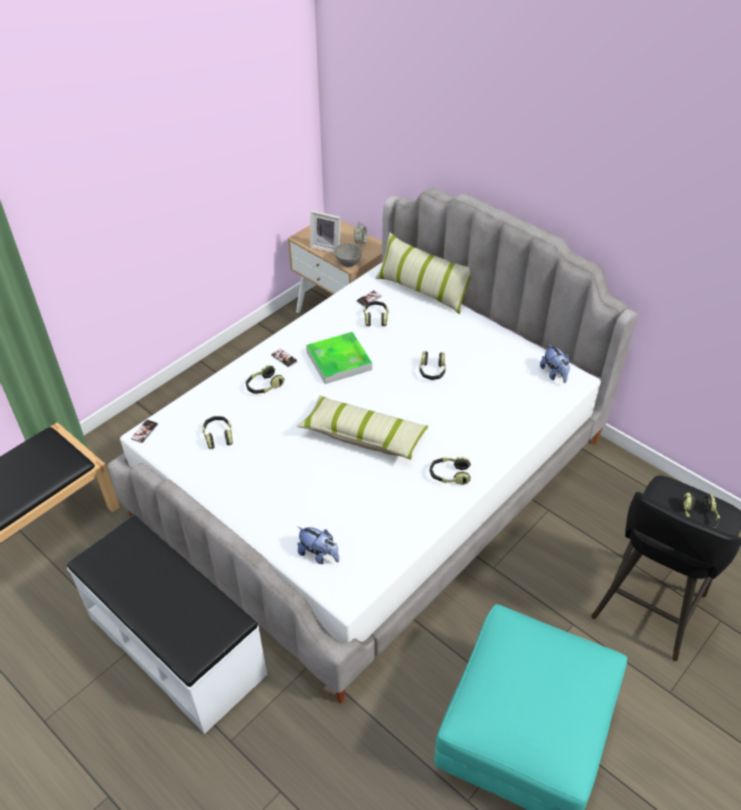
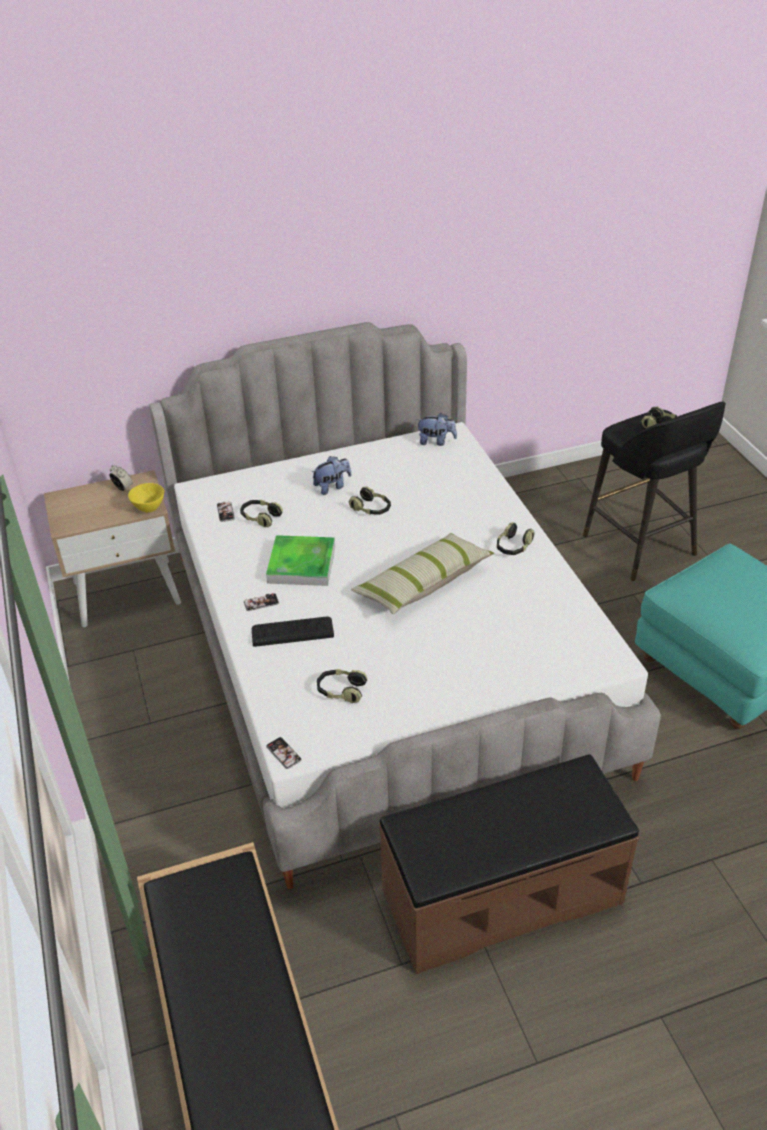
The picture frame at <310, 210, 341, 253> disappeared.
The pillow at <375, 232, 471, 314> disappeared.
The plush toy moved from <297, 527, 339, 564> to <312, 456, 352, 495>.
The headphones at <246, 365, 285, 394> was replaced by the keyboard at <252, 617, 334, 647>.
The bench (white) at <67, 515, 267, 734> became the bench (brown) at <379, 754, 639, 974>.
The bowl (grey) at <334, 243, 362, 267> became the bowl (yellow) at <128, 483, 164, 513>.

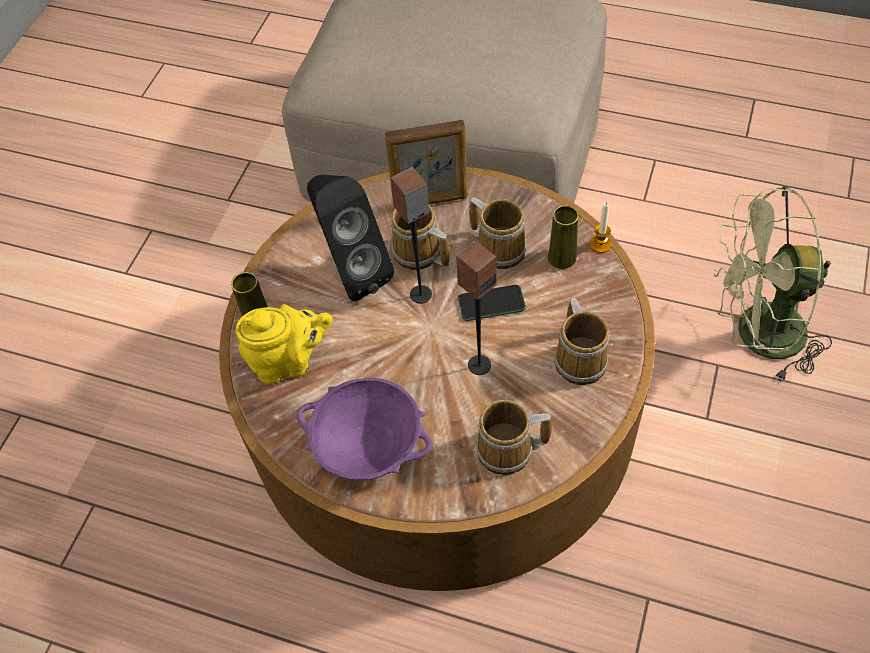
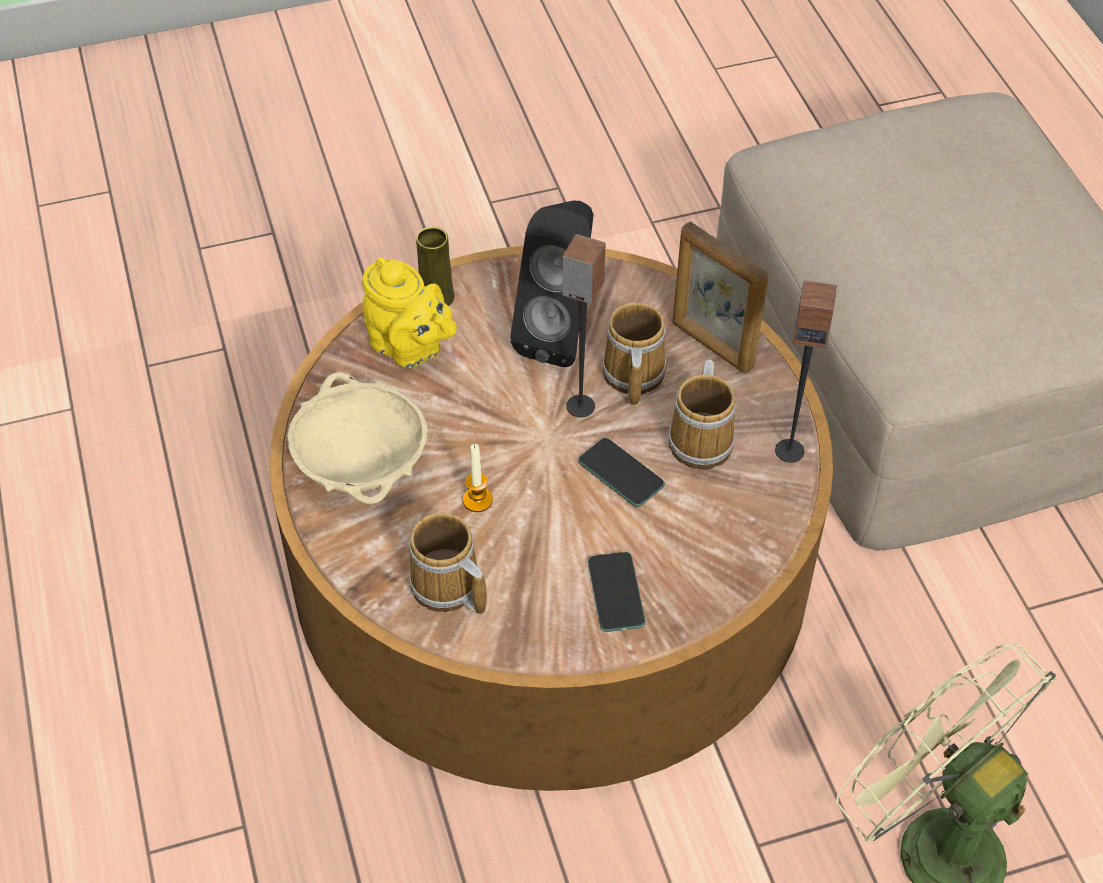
The vase (yellow) at <548, 205, 579, 269> disappeared.
The speaker moved from <456, 240, 497, 375> to <775, 280, 837, 463>.
The candle moved from <590, 202, 612, 253> to <463, 444, 493, 512>.
The mug at <555, 298, 610, 385> was replaced by the phone at <588, 552, 646, 632>.
The bowl (purple) at <296, 377, 433, 480> became the bowl (beige) at <287, 372, 427, 504>.

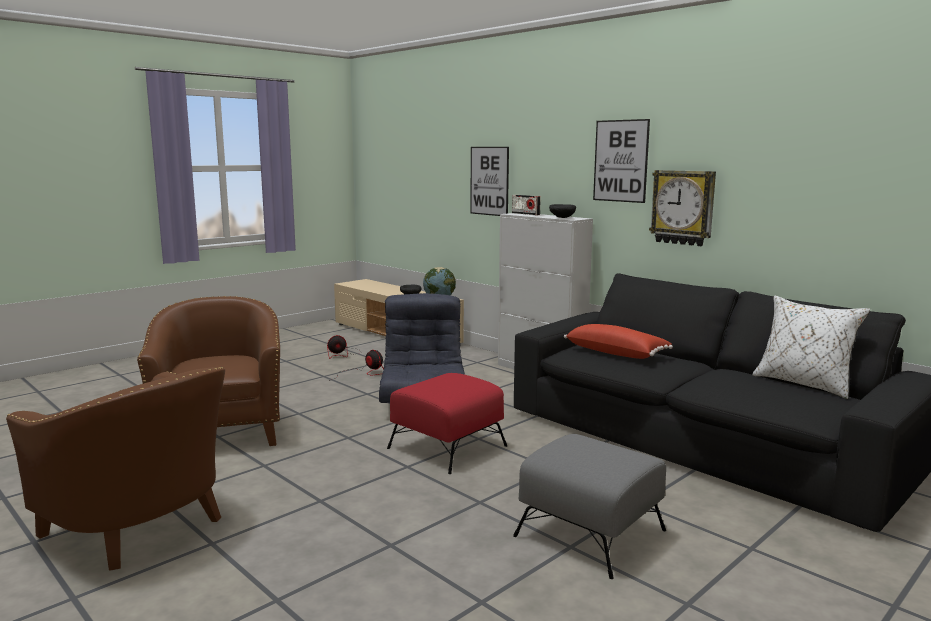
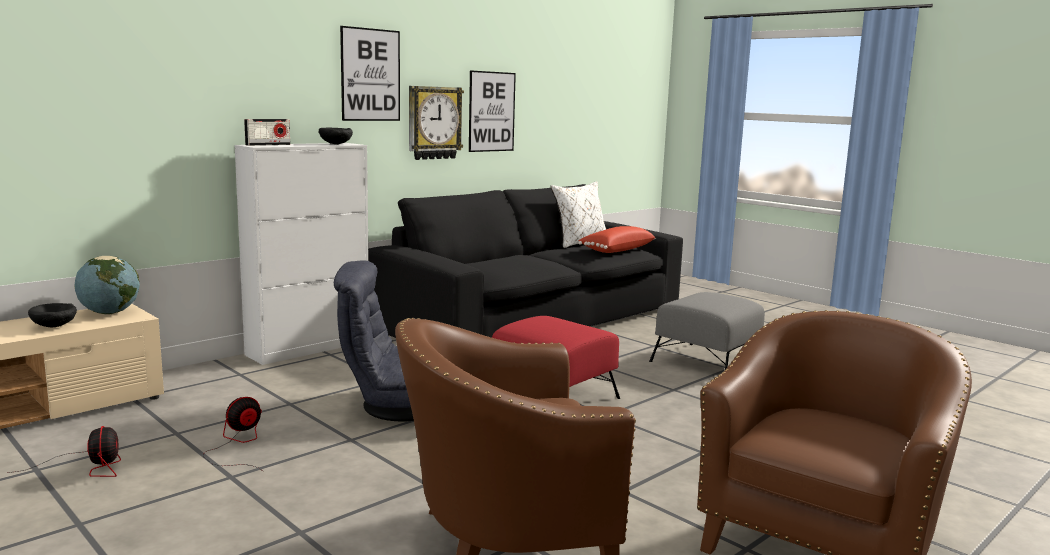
The picture moved from <470, 147, 509, 216> to <469, 70, 516, 152>.
The pillow (red) moved from <564, 324, 673, 359> to <578, 226, 656, 253>.

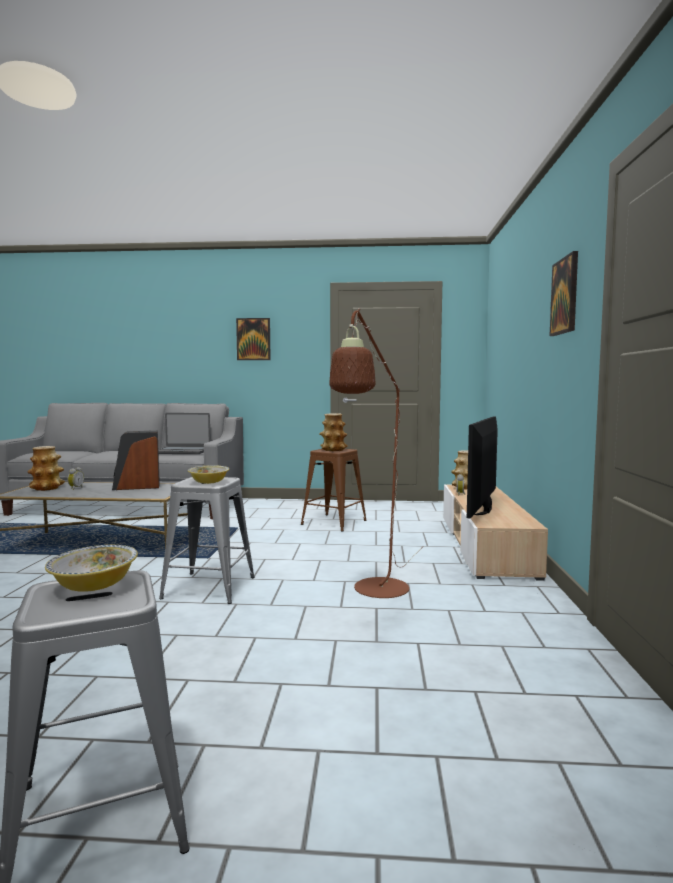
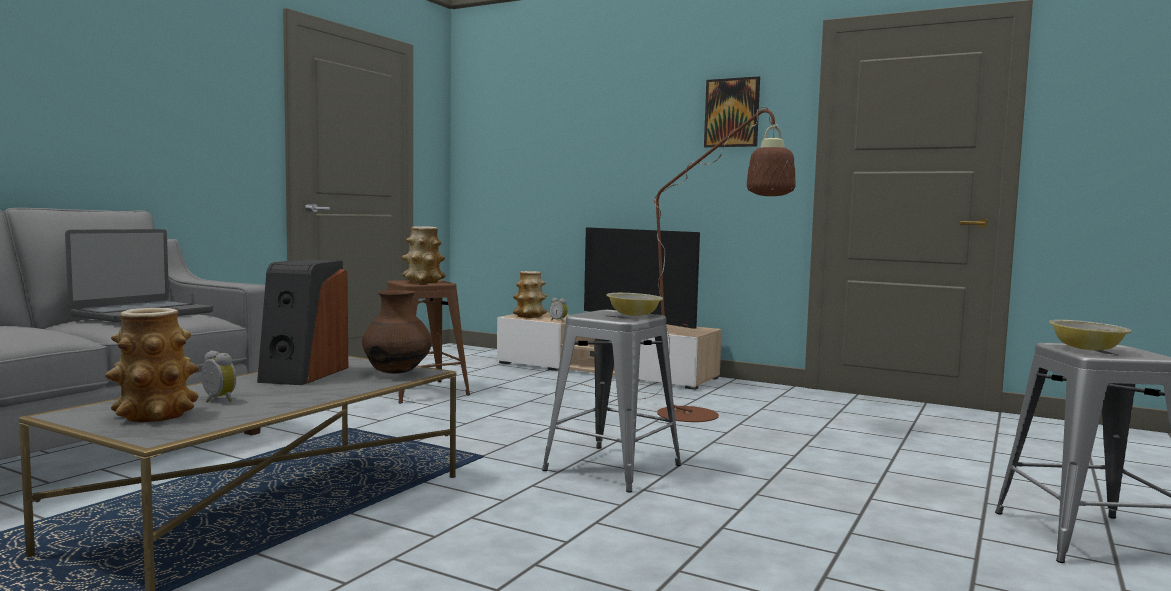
The picture at <236, 318, 271, 360> disappeared.
The vase (brown) at <362, 290, 432, 374> appeared.

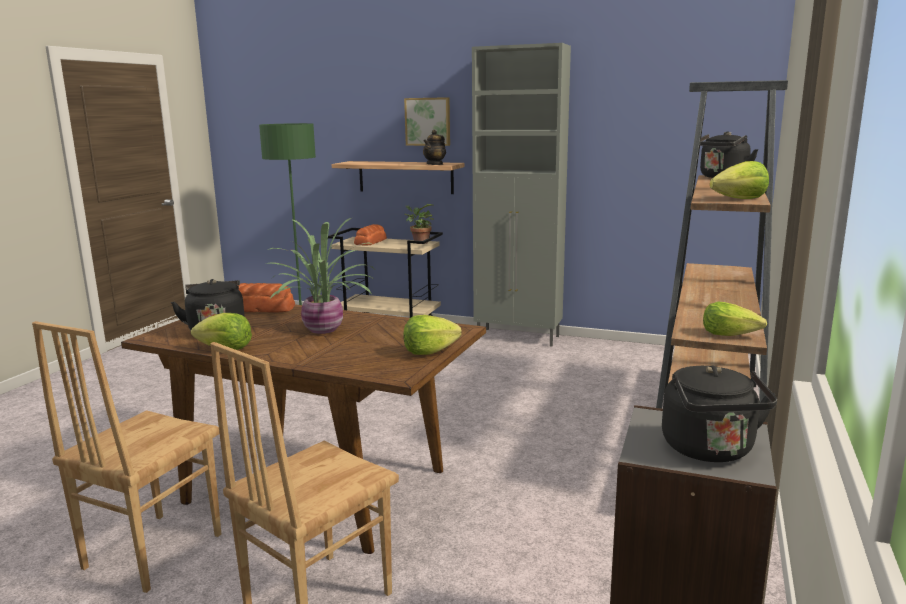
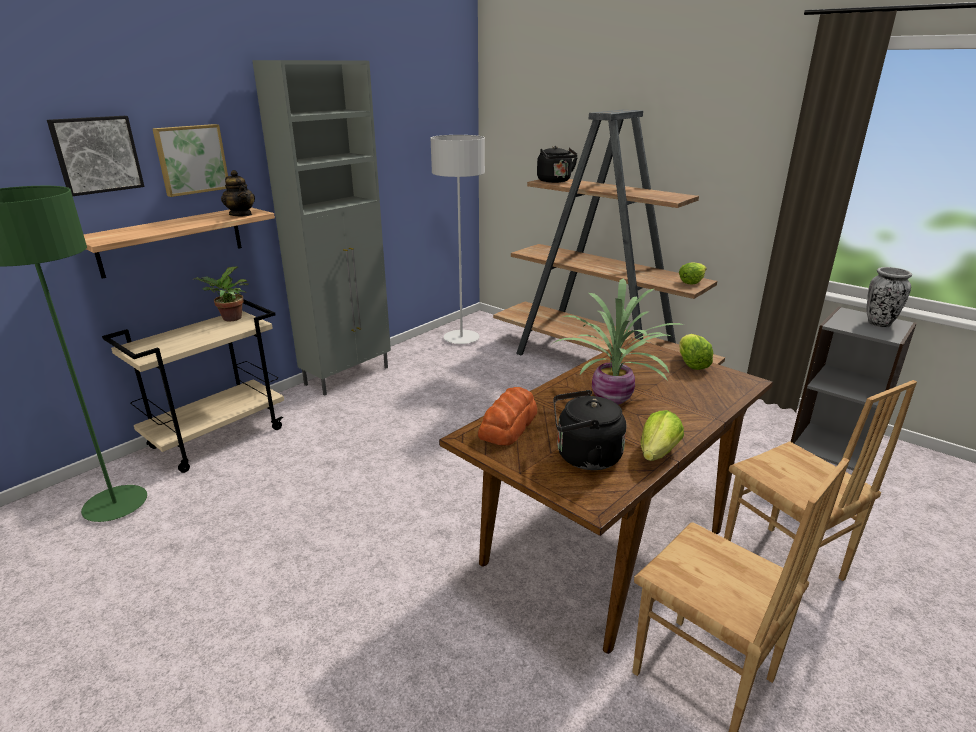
The bread at <354, 224, 387, 245> disappeared.
The lettuce at <710, 161, 769, 199> disappeared.
The picture at <47, 116, 145, 196> appeared.
The floor lamp (grey) at <430, 135, 485, 344> appeared.
The kettle (black) at <662, 365, 777, 462> was replaced by the vase at <867, 267, 912, 328>.

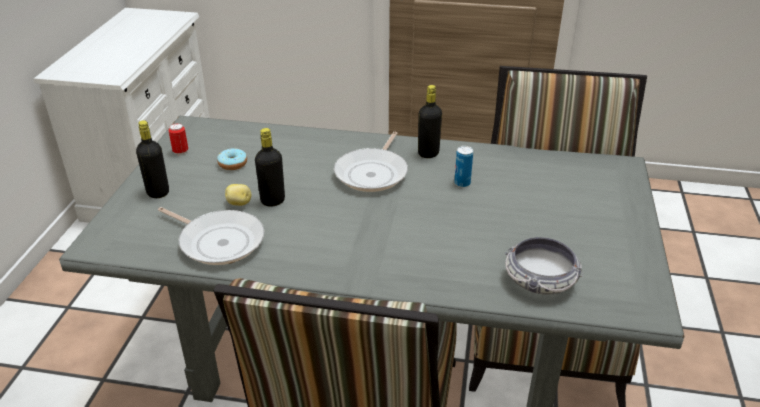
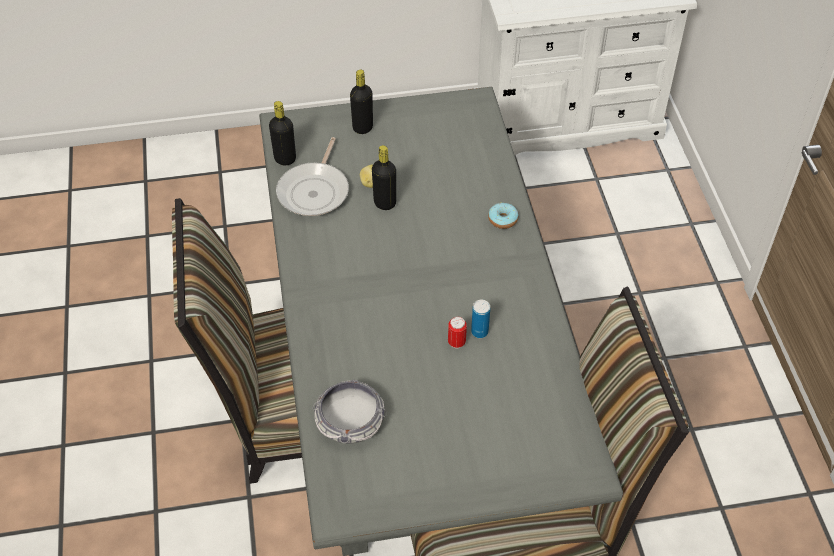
The frying pan at <334, 132, 408, 192> disappeared.
The can moved from <168, 123, 188, 155> to <448, 317, 467, 348>.
The donut moved from <217, 148, 247, 170> to <488, 203, 518, 229>.
The bottle (black) moved from <418, 85, 442, 158> to <269, 101, 296, 165>.

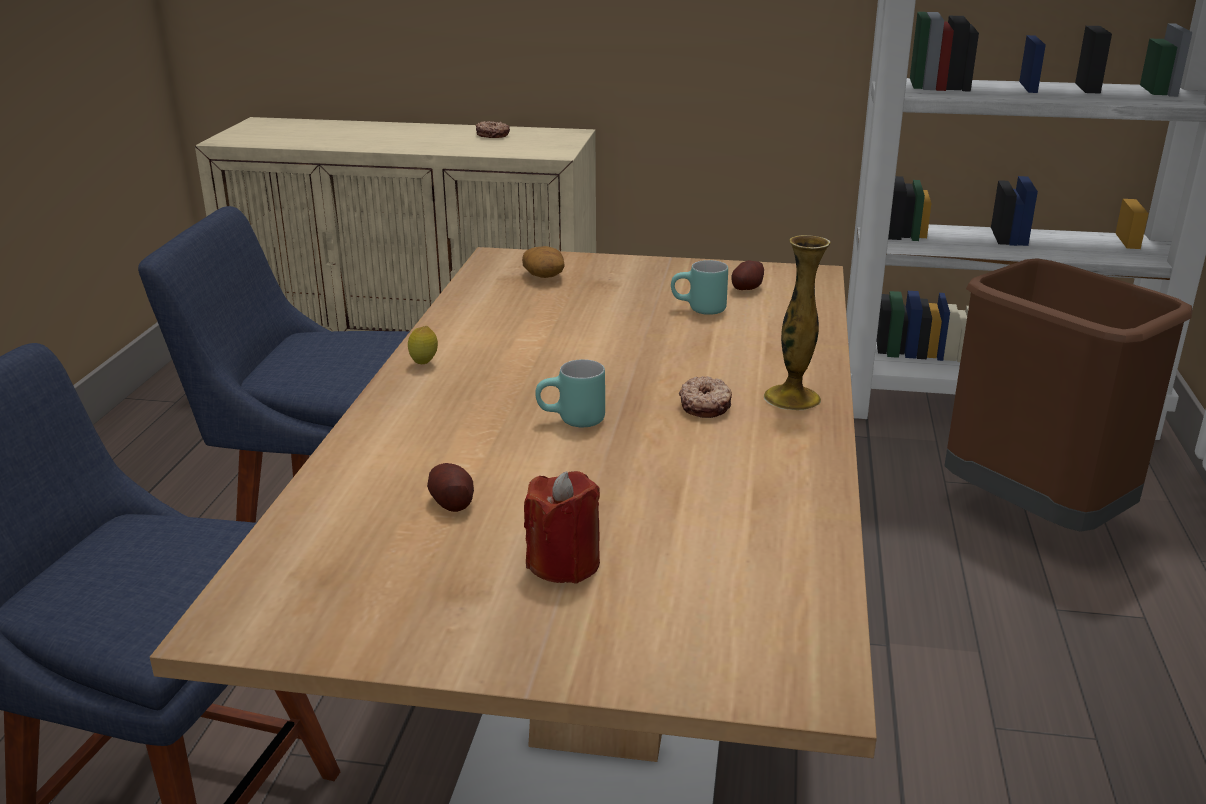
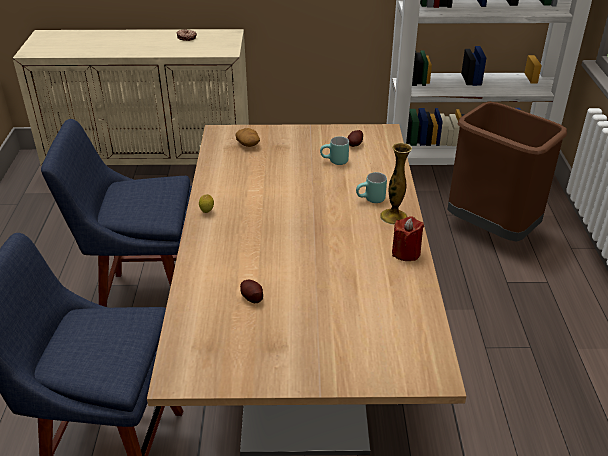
The donut at <679, 376, 732, 418> disappeared.
The candle (red) moved from <524, 471, 600, 584> to <392, 216, 424, 261>.
The mug (turquoise) moved from <535, 359, 605, 428> to <356, 172, 387, 203>.

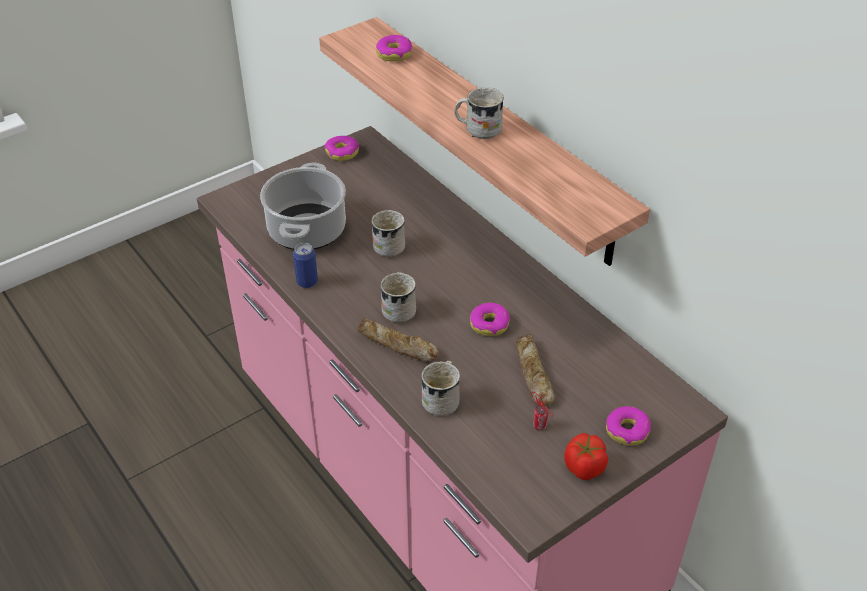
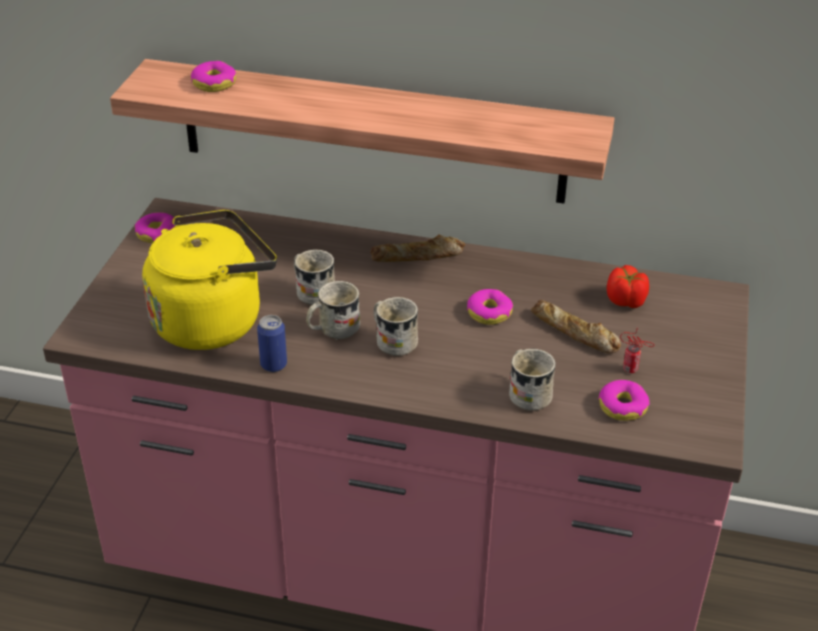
The bread moved from <357, 319, 438, 362> to <370, 234, 465, 262>.
The mug (white) moved from <454, 87, 504, 139> to <306, 281, 360, 341>.
The tomato moved from <564, 433, 608, 480> to <607, 265, 649, 308>.
The donut moved from <606, 406, 651, 446> to <598, 380, 650, 421>.
The cooking pot at <260, 163, 346, 250> was replaced by the kettle (yellow) at <142, 210, 277, 350>.

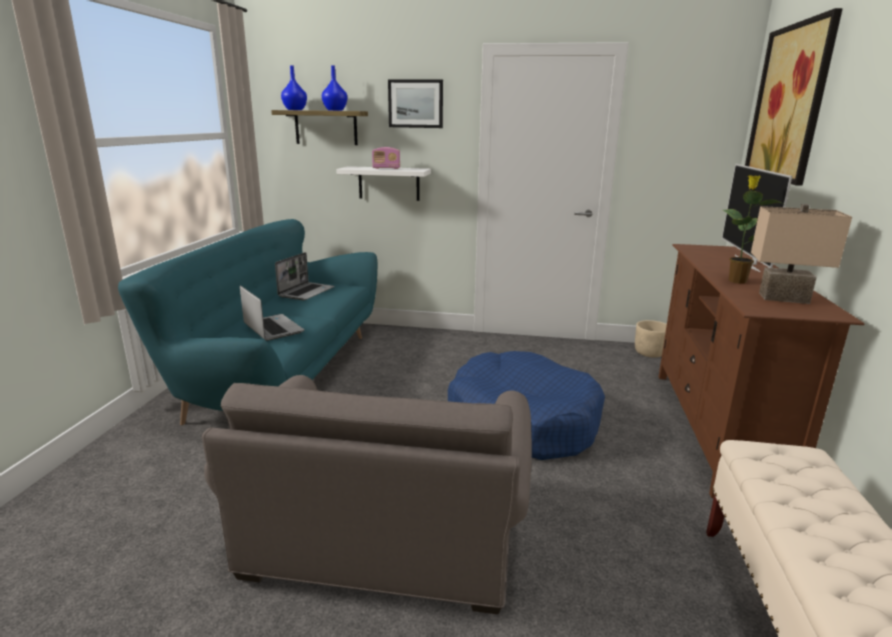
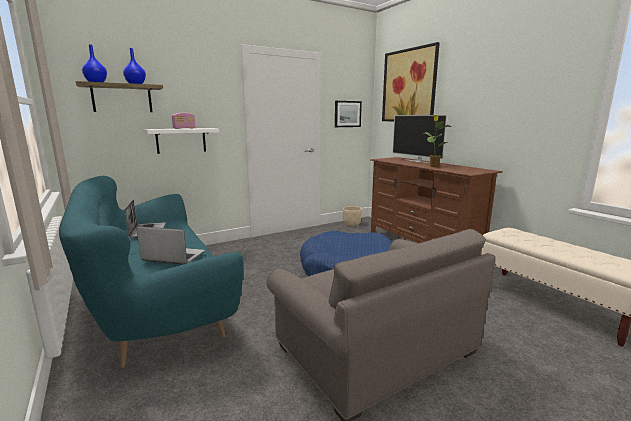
The table lamp (beige) at <751, 204, 852, 304> disappeared.
The picture moved from <388, 79, 443, 128> to <335, 101, 362, 127>.

